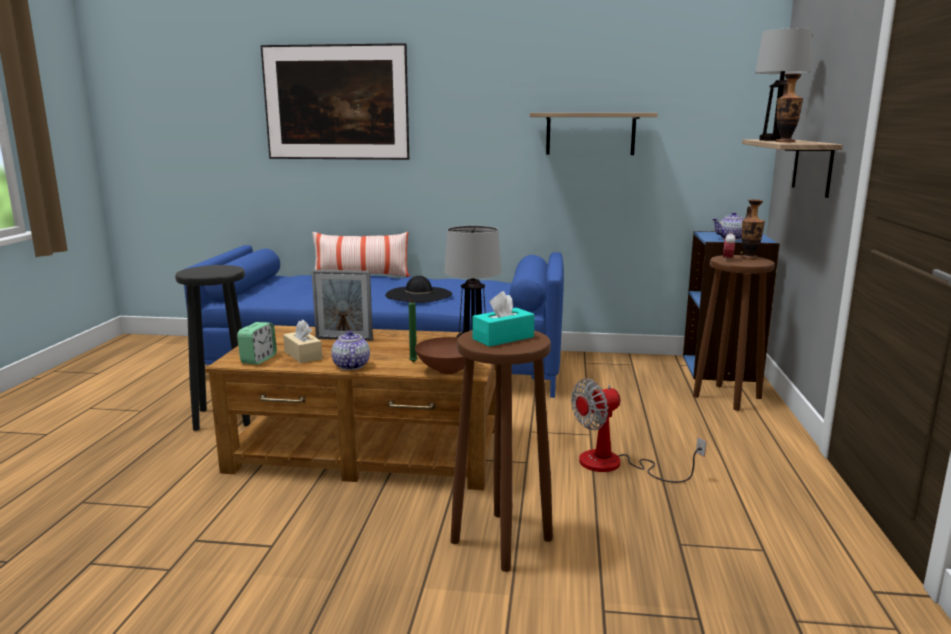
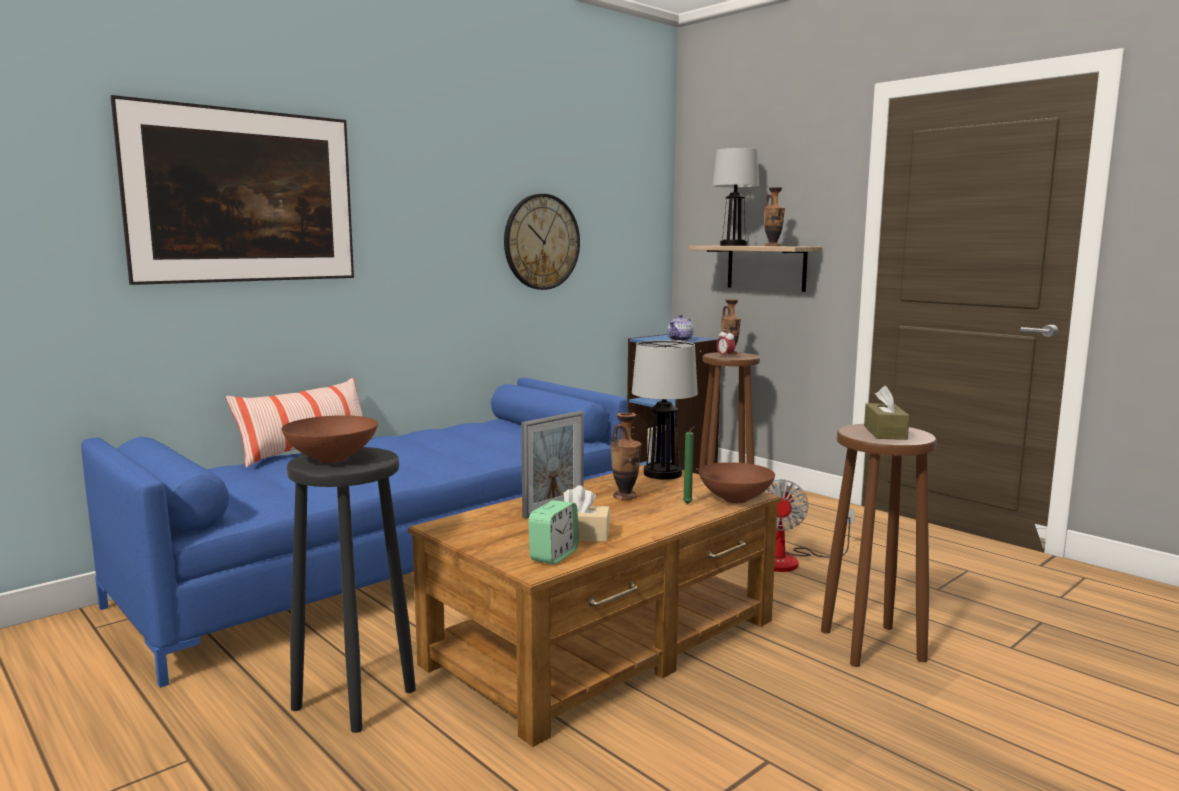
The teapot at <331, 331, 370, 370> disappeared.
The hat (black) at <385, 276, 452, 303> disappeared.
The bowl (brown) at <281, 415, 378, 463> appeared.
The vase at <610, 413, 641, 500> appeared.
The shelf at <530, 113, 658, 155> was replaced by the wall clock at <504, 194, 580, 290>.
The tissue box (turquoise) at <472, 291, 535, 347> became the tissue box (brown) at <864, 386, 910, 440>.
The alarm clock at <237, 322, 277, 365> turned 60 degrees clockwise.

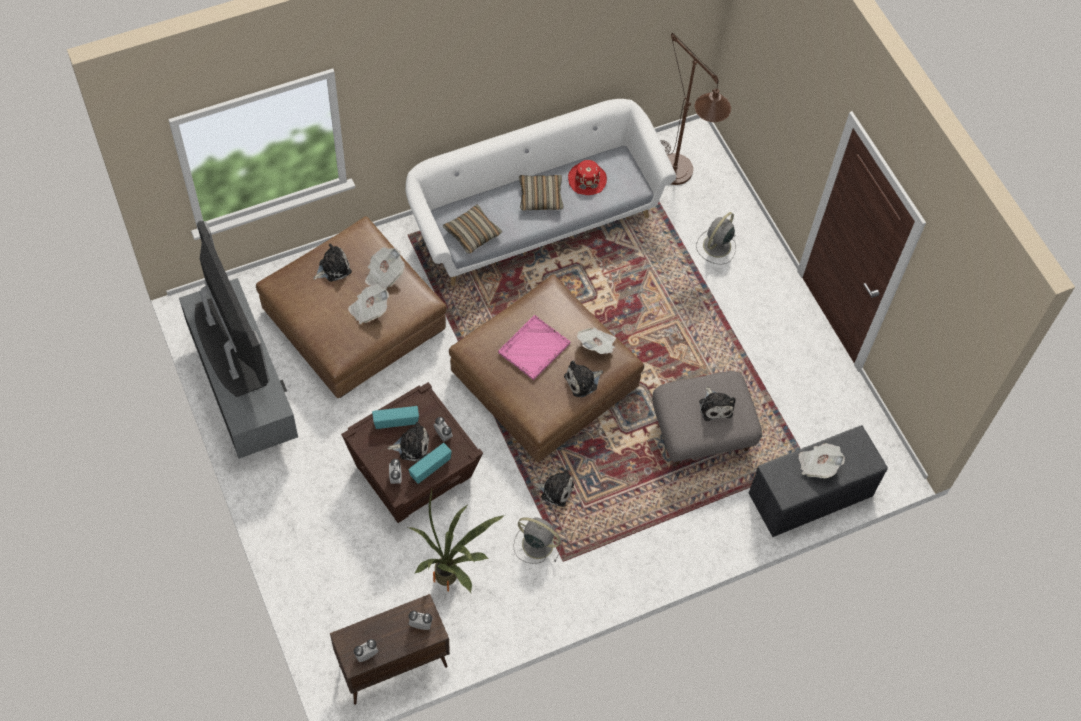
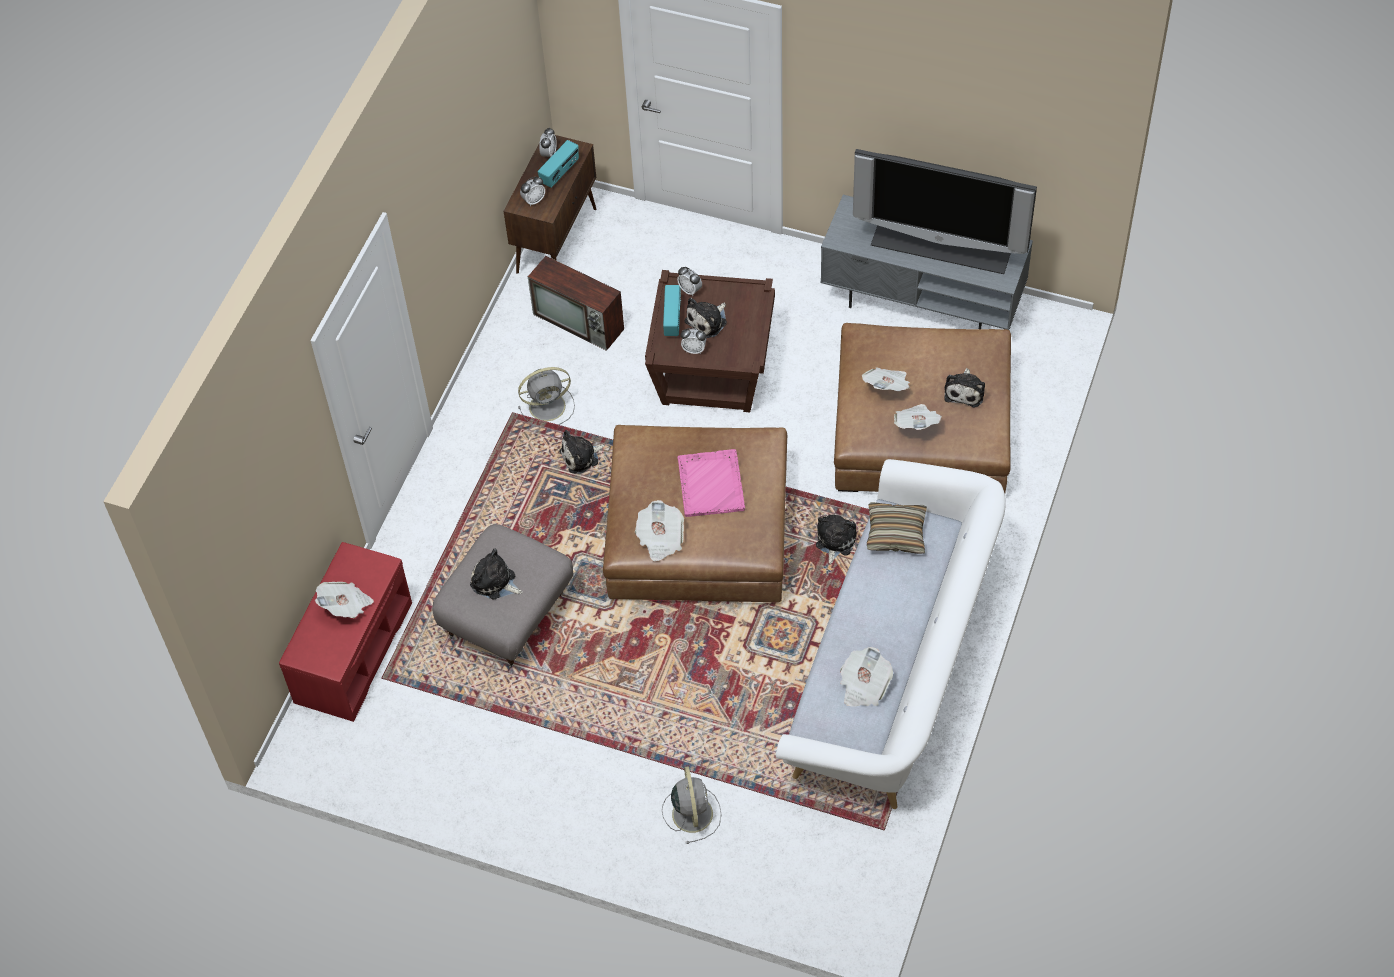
The pillow at <519, 175, 564, 210> disappeared.
The floor lamp (brown) at <661, 33, 731, 185> disappeared.
The radio moved from <372, 406, 419, 429> to <538, 140, 579, 188>.
The plush toy moved from <564, 361, 603, 397> to <816, 514, 857, 565>.
The potted plant at <408, 489, 505, 593> was replaced by the television at <528, 256, 624, 351>.
The hat (red) at <568, 160, 607, 195> was replaced by the newspaper at <840, 647, 893, 707>.
The bench (grey) at <749, 425, 888, 537> became the bench (red) at <279, 542, 412, 722>.

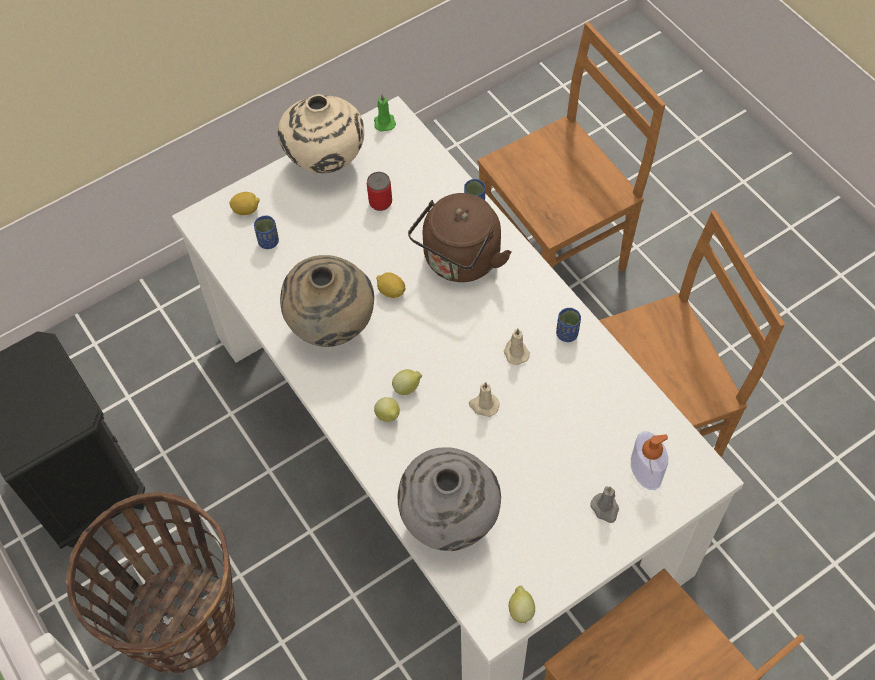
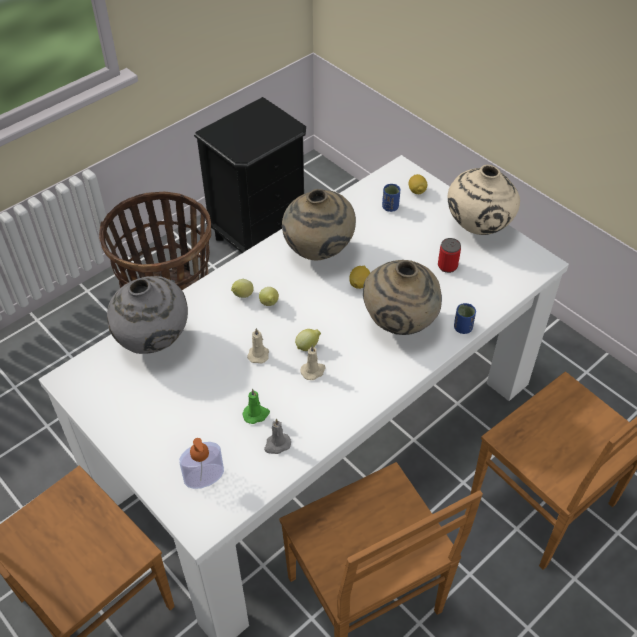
The cup (blue) at <556, 308, 581, 342> disappeared.
The candle (green) moved from <374, 94, 396, 132> to <242, 389, 270, 424>.
The lemon moved from <509, 586, 535, 623> to <295, 329, 321, 351>.
The candle (grey) moved from <590, 486, 619, 523> to <264, 419, 291, 454>.
The kettle (brown) at <408, 193, 512, 282> was replaced by the vase (beige) at <363, 260, 442, 335>.

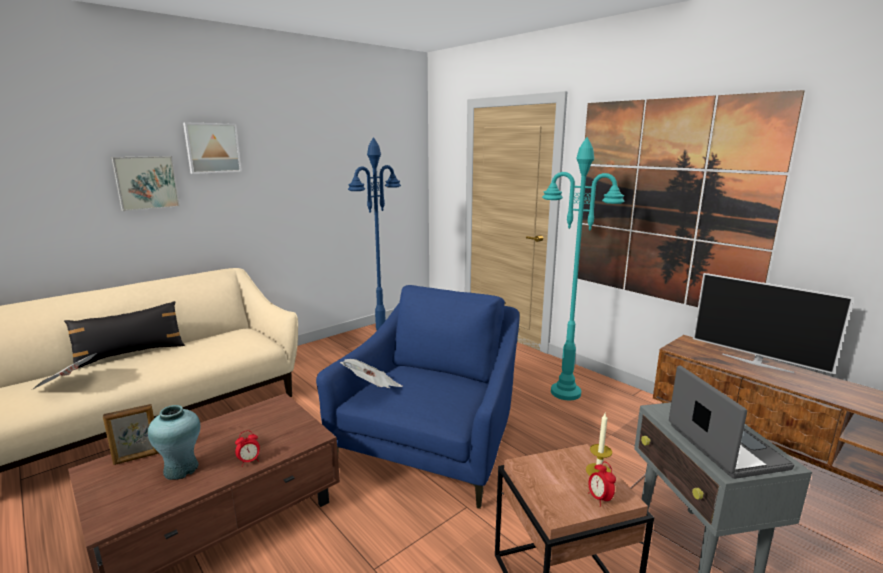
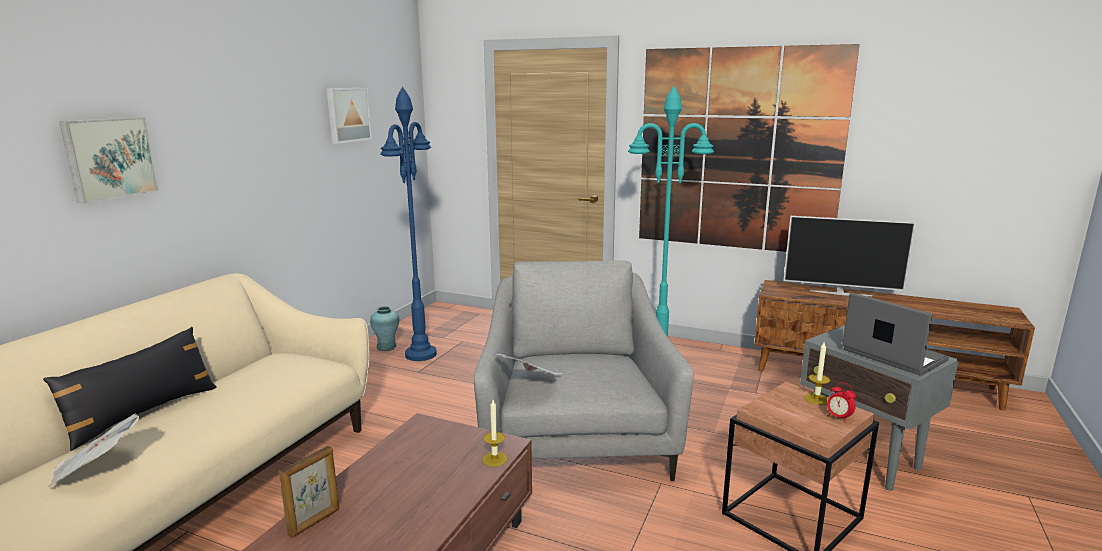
The alarm clock at <235, 430, 260, 467> disappeared.
The candle at <482, 400, 507, 467> appeared.
The vase (turquoise) moved from <148, 405, 200, 480> to <370, 306, 399, 351>.
The picture moved from <183, 123, 242, 174> to <327, 88, 372, 144>.
The armchair (blue) at <316, 285, 520, 509> became the armchair (grey) at <474, 260, 694, 481>.

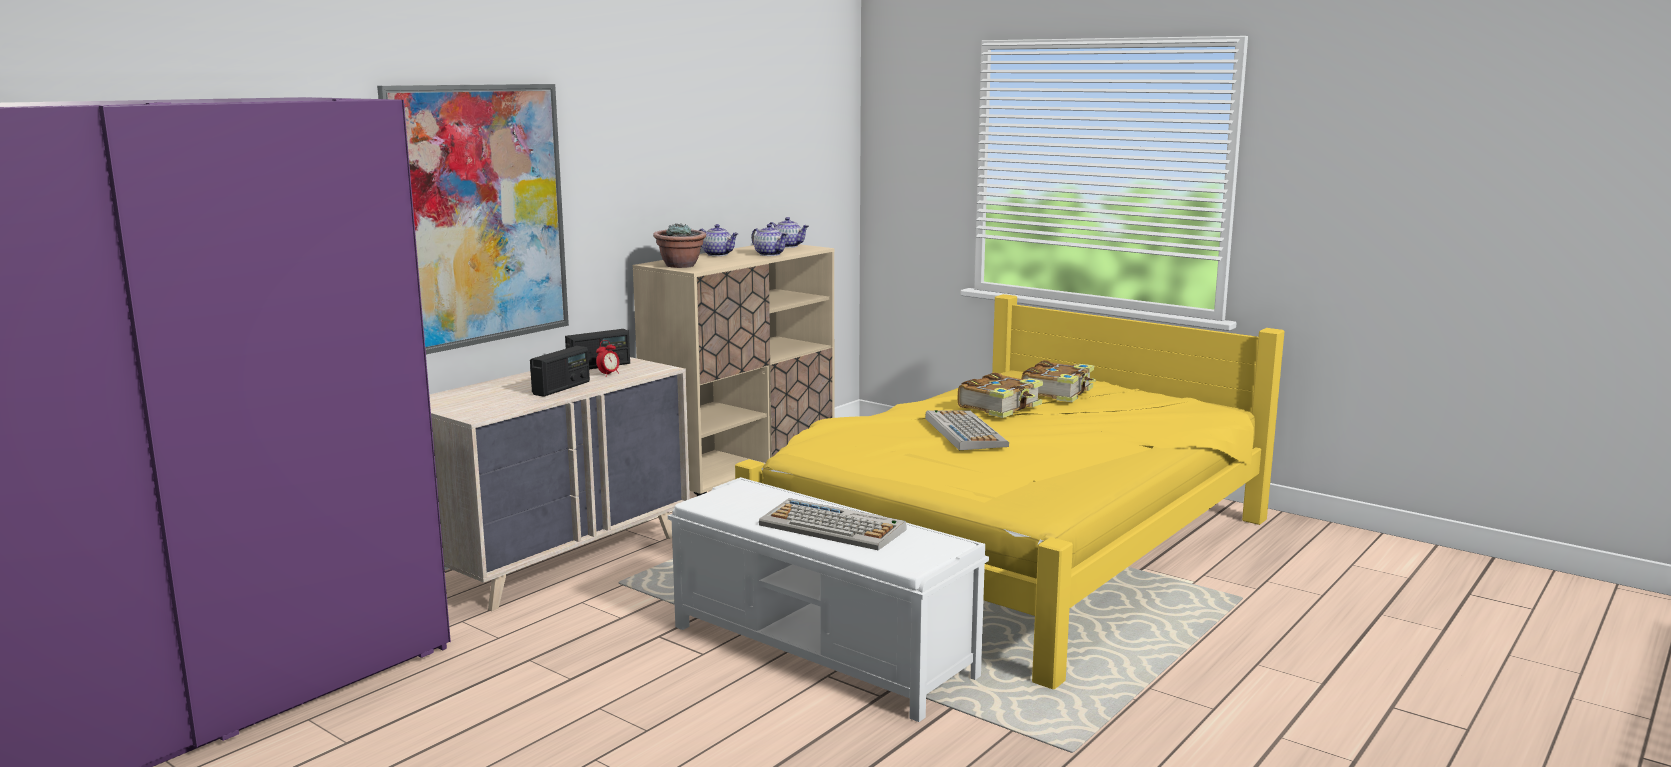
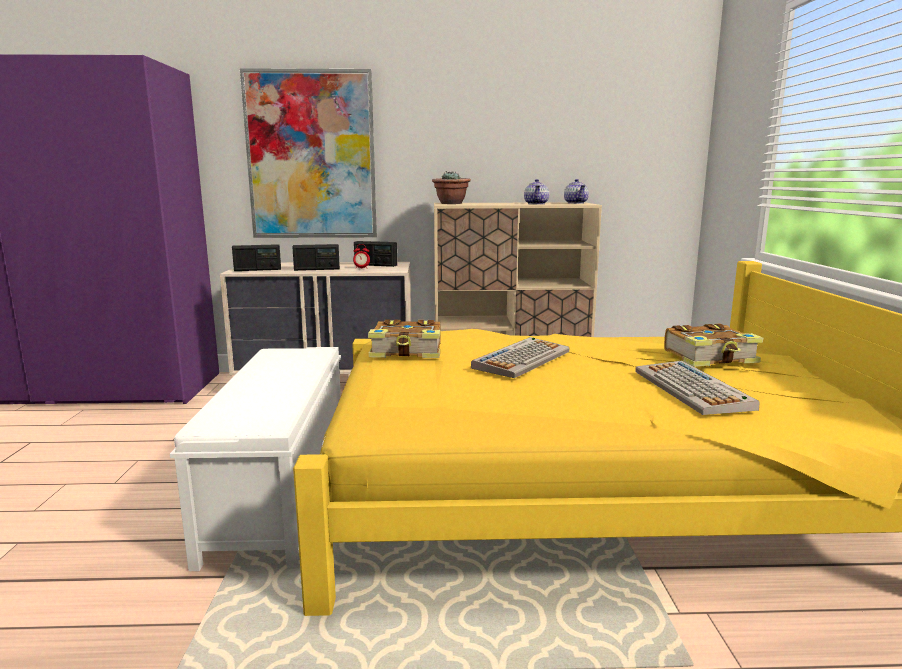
The teapot at <699, 224, 738, 256> disappeared.
The radio at <232, 244, 281, 271> appeared.
The keyboard moved from <759, 498, 906, 550> to <635, 361, 760, 415>.
The book moved from <958, 372, 1043, 418> to <368, 320, 441, 358>.

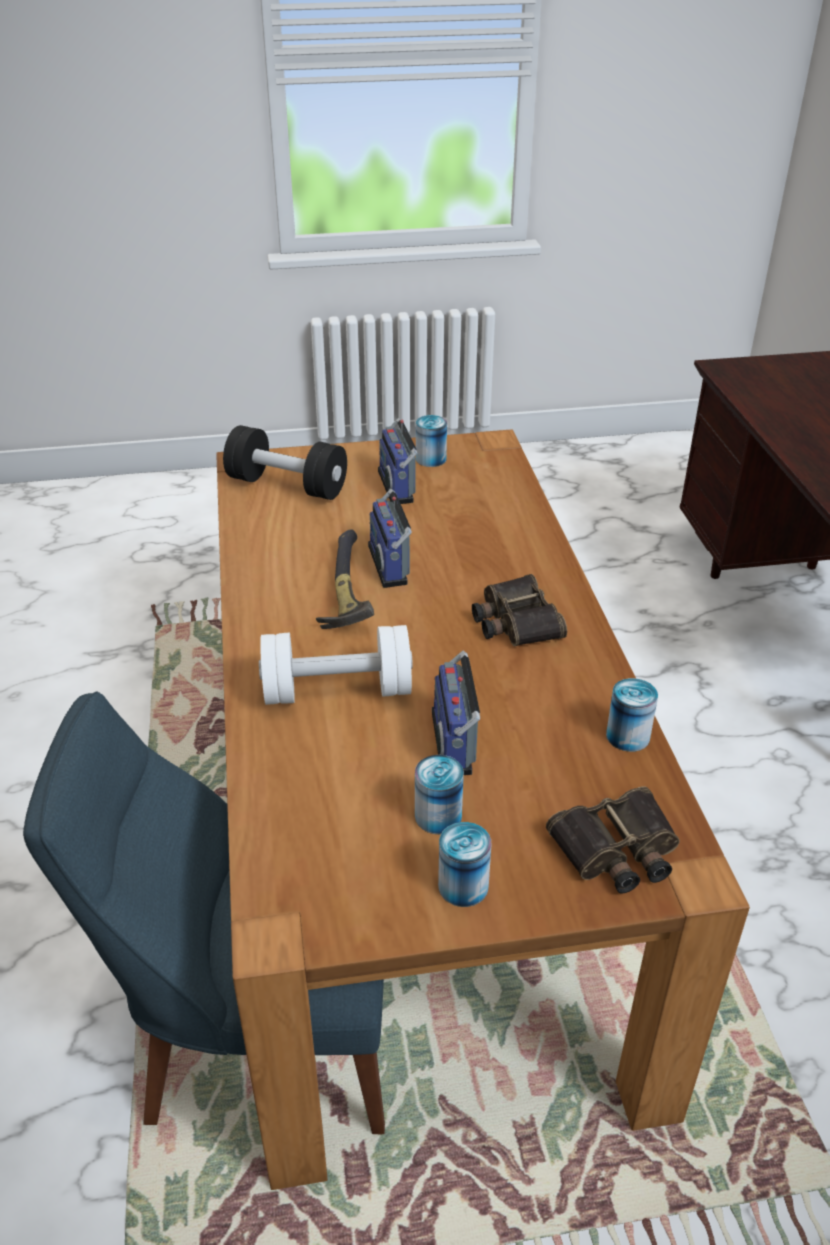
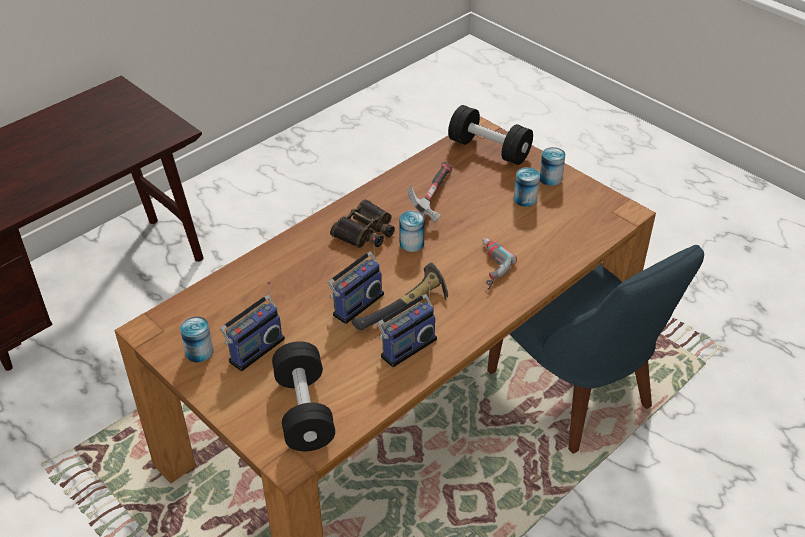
The hammer at <407, 162, 452, 222> appeared.
The radio moved from <432, 651, 480, 775> to <377, 281, 437, 367>.
The can moved from <606, 678, 658, 752> to <400, 211, 425, 252>.
The dumbbell (white) at <259, 625, 413, 705> was replaced by the power drill at <482, 238, 517, 290>.
The binoculars at <546, 787, 680, 893> was replaced by the dumbbell (black) at <448, 105, 533, 165>.

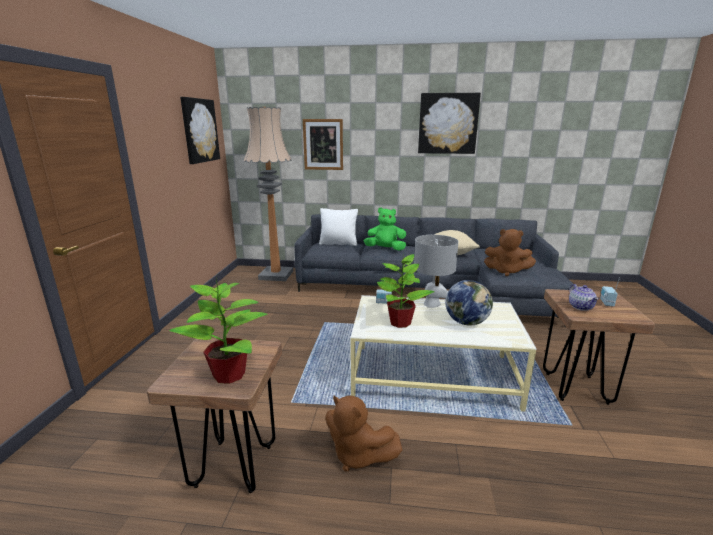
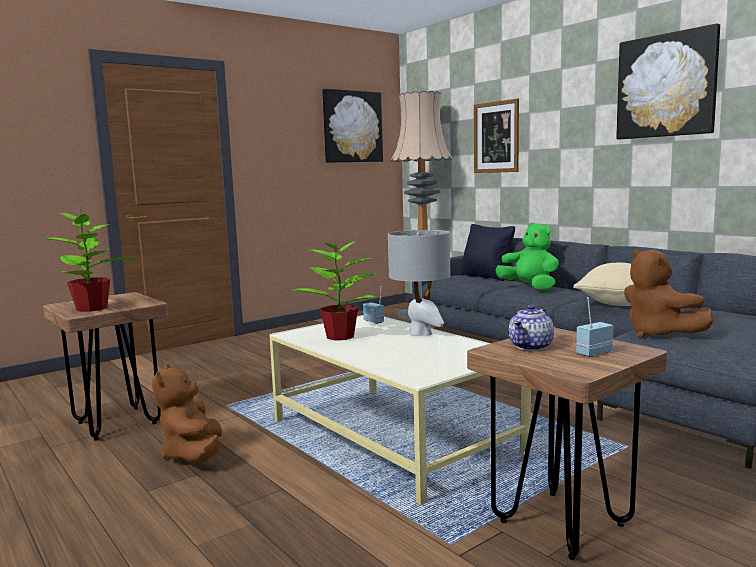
The globe at <445, 280, 493, 326> disappeared.
The pillow (white) at <319, 208, 358, 246> became the pillow (black) at <460, 224, 515, 281>.

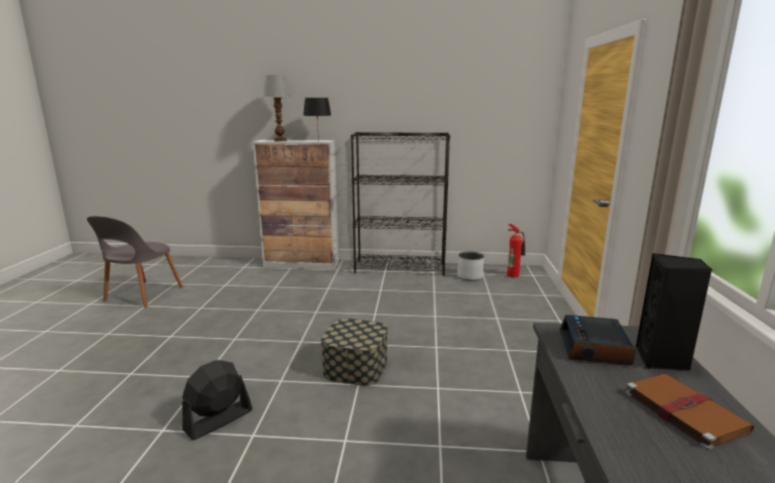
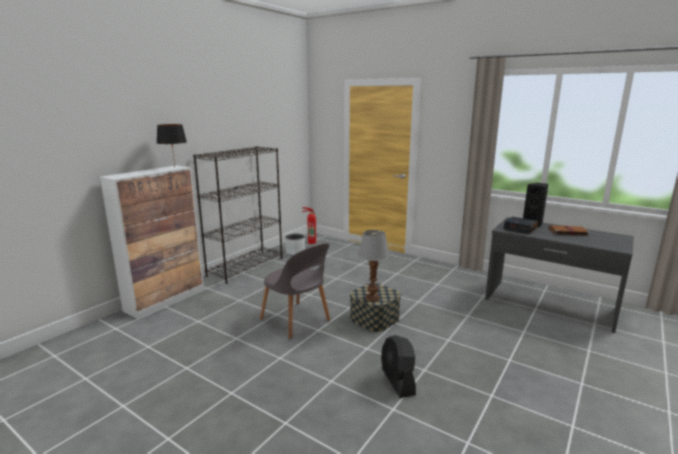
The chair (grey) moved from <87, 216, 183, 308> to <260, 243, 330, 339>.
The table lamp moved from <263, 75, 291, 141> to <358, 230, 389, 302>.

